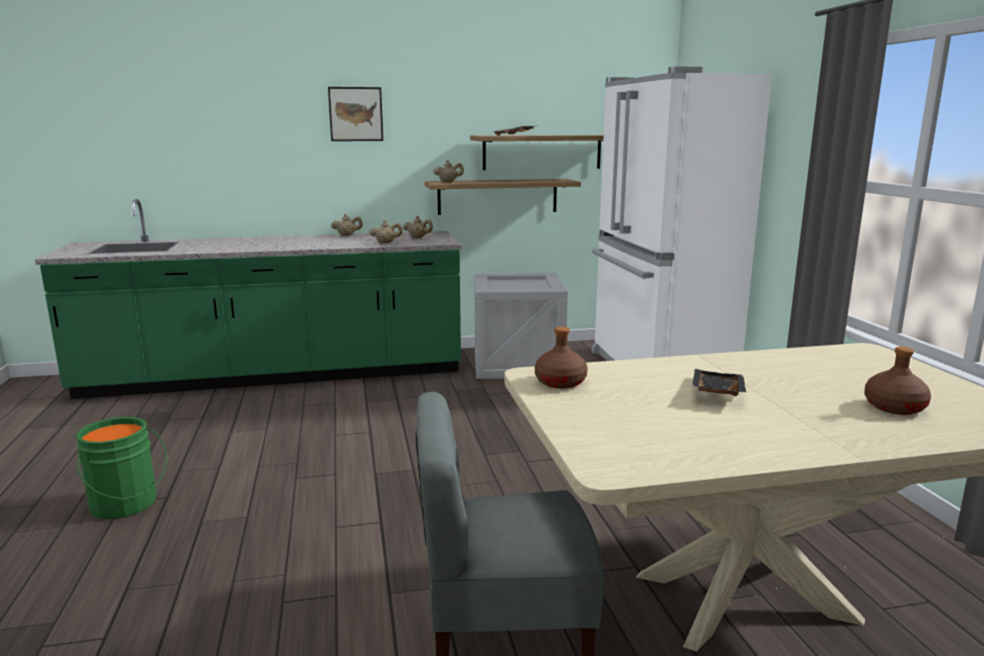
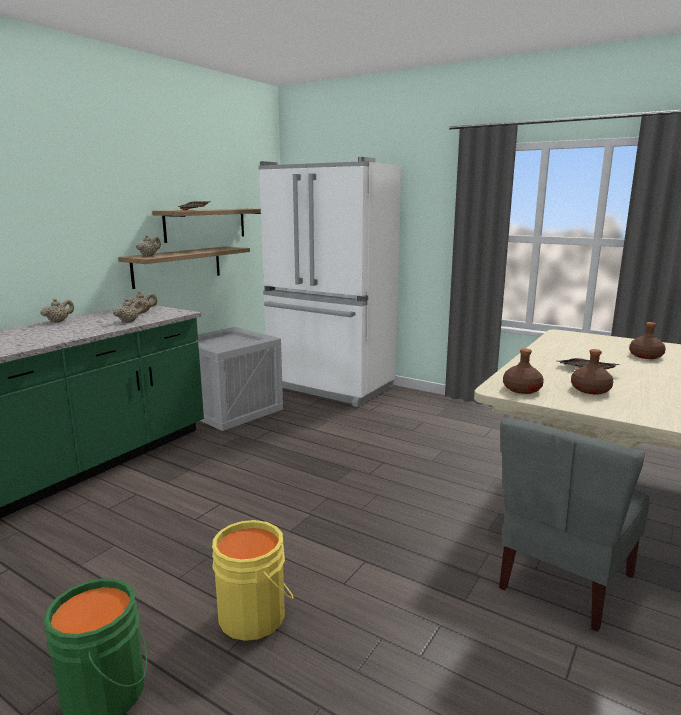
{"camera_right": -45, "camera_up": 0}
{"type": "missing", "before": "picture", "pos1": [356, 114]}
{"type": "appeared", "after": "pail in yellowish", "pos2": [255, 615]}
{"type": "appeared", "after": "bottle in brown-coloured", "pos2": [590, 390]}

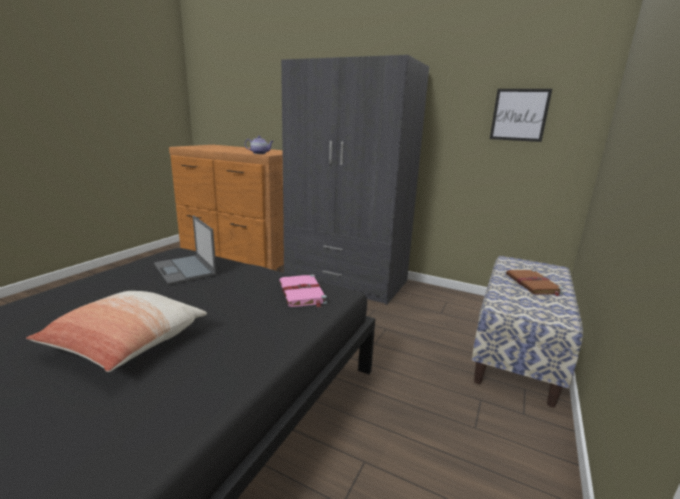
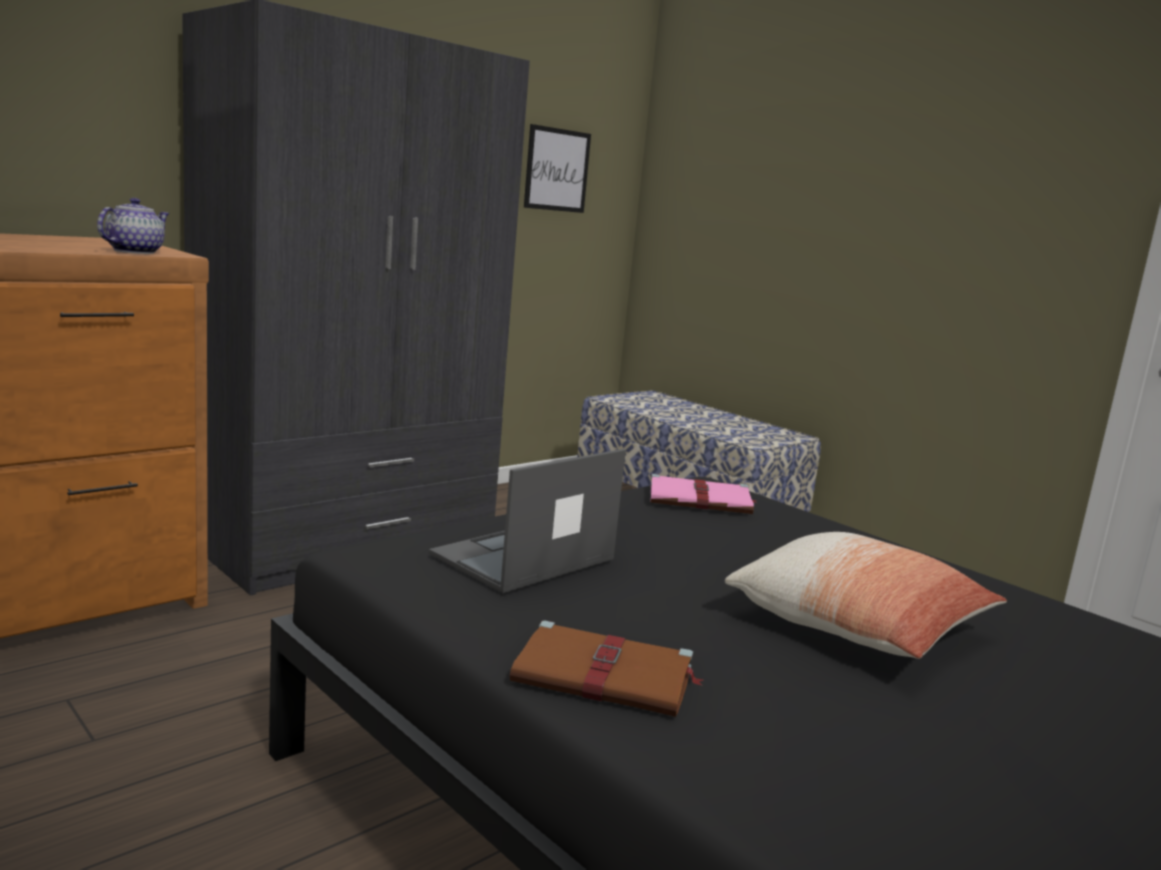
{"camera_right": -70, "camera_up": -5}
{"type": "relocated", "before": "bound book in brown-coloured", "pos1": [533, 284], "pos2": [607, 676]}
{"type": "spun", "before": "laptop", "pos1": [185, 269], "pos2": [522, 558], "turn": 150}

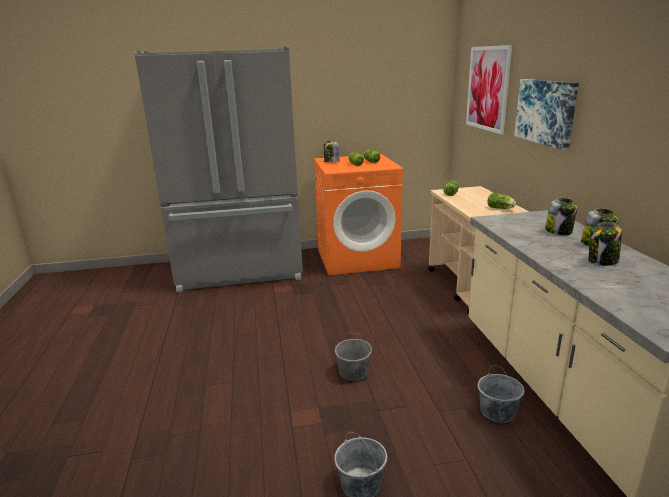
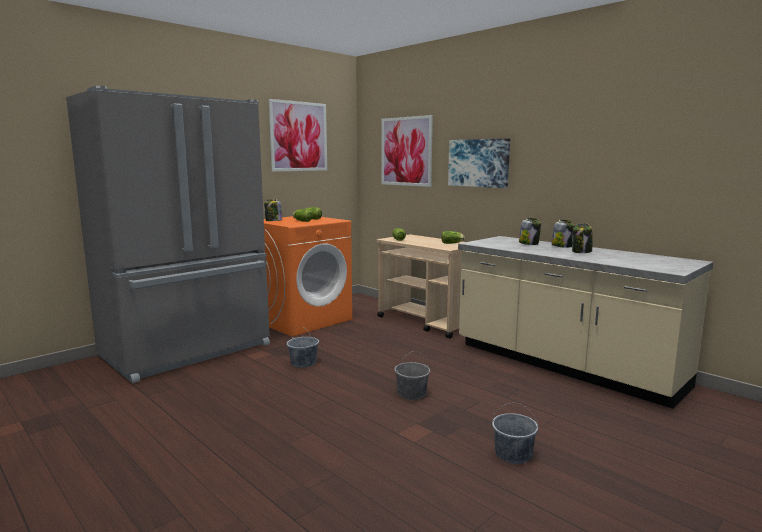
{"camera_right": -35, "camera_up": -10}
{"type": "appeared", "after": "picture", "pos2": [298, 136]}
{"type": "relocated", "before": "pail in greyish", "pos1": [498, 412], "pos2": [303, 363]}

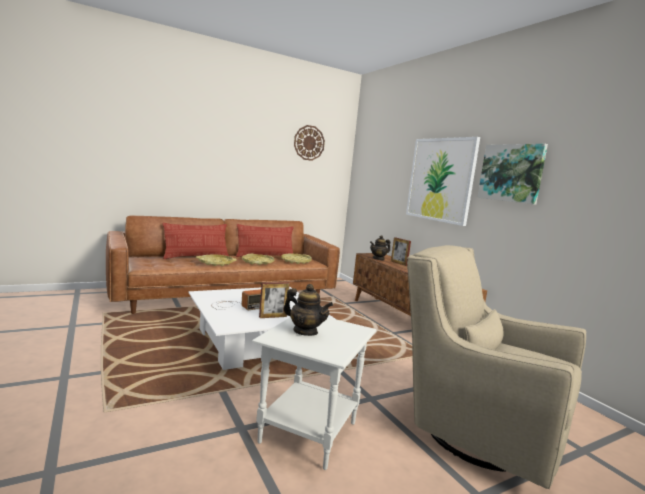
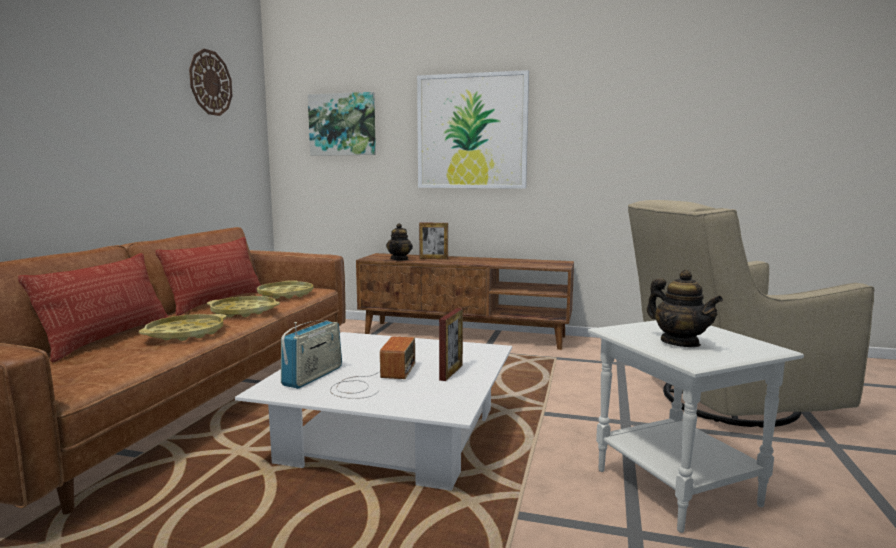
{"camera_right": -45, "camera_up": 0}
{"type": "appeared", "after": "radio", "pos2": [313, 376]}
{"type": "relocated", "before": "picture", "pos1": [511, 173], "pos2": [342, 124]}
{"type": "spun", "before": "pot for tea", "pos1": [305, 331], "pos2": [680, 343], "turn": 75}

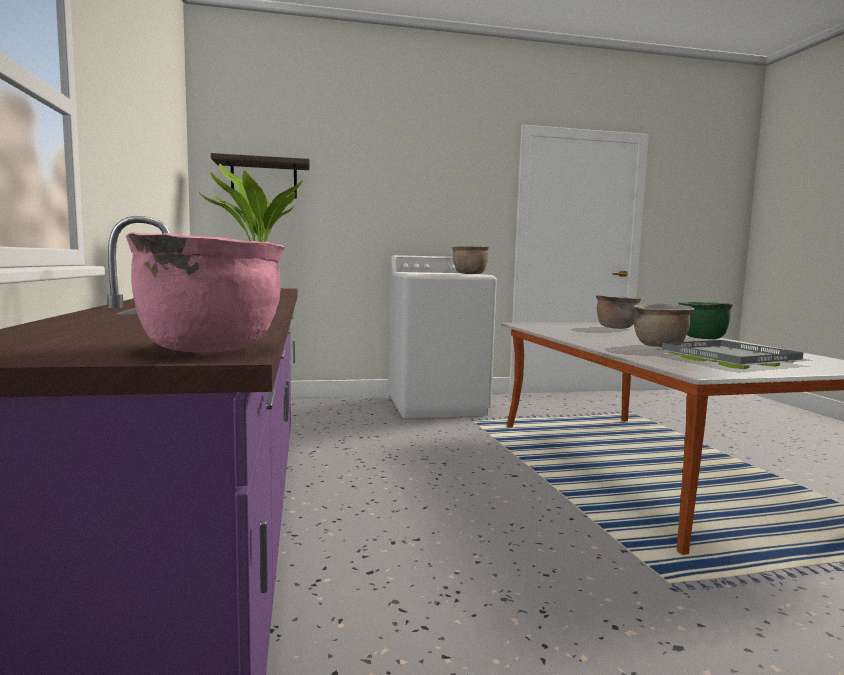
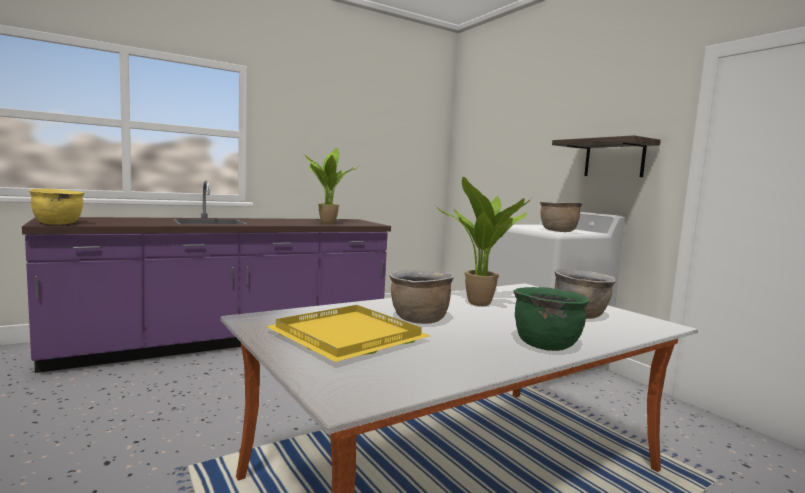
{"camera_right": 70, "camera_up": 0}
{"type": "appeared", "after": "houseplant", "pos2": [482, 305]}
{"type": "relocated", "before": "shelf", "pos1": [264, 180], "pos2": [614, 159]}
{"type": "colour", "before": "stockpot in pink-coloured", "after": "stockpot in yellowish", "pos1": [210, 348], "pos2": [59, 224]}
{"type": "colour", "before": "carrying tray in greyish", "after": "carrying tray in yellowish", "pos1": [728, 358], "pos2": [351, 336]}

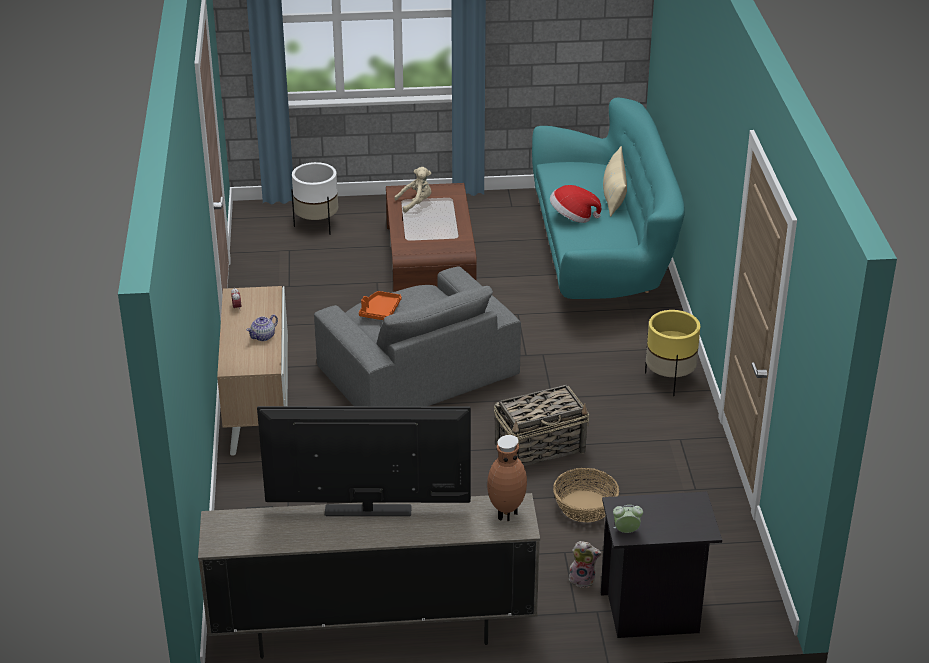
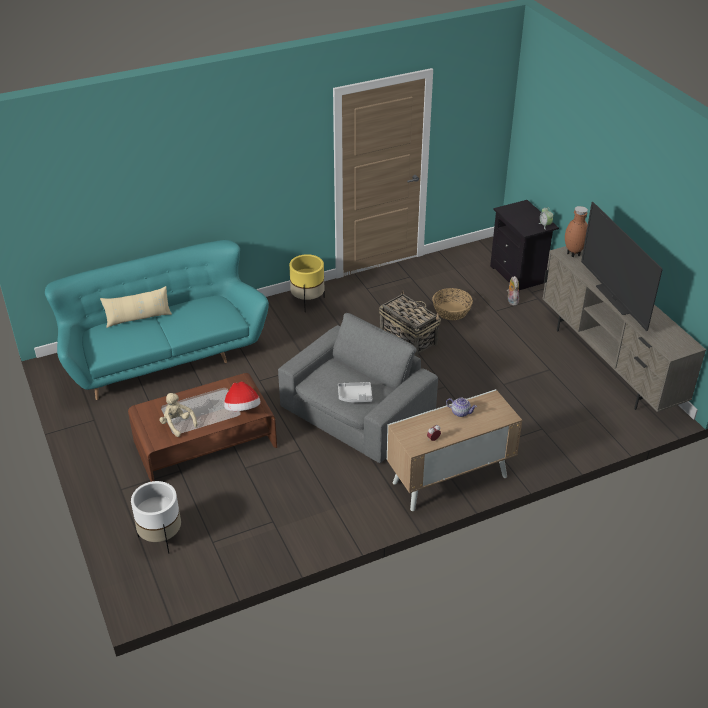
{"camera_right": -110, "camera_up": 5}
{"type": "relocated", "before": "hat", "pos1": [572, 217], "pos2": [242, 409]}
{"type": "colour", "before": "carrying tray in orange", "after": "carrying tray in greyish", "pos1": [380, 311], "pos2": [355, 396]}

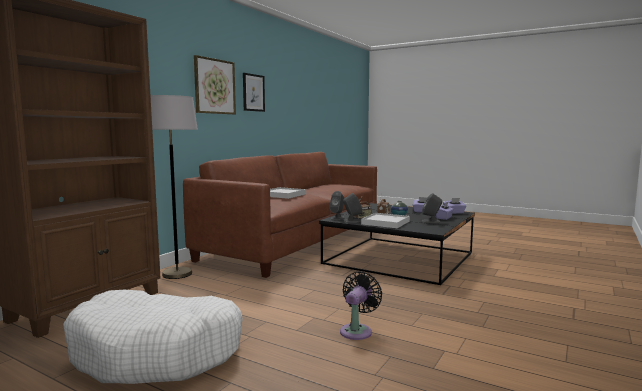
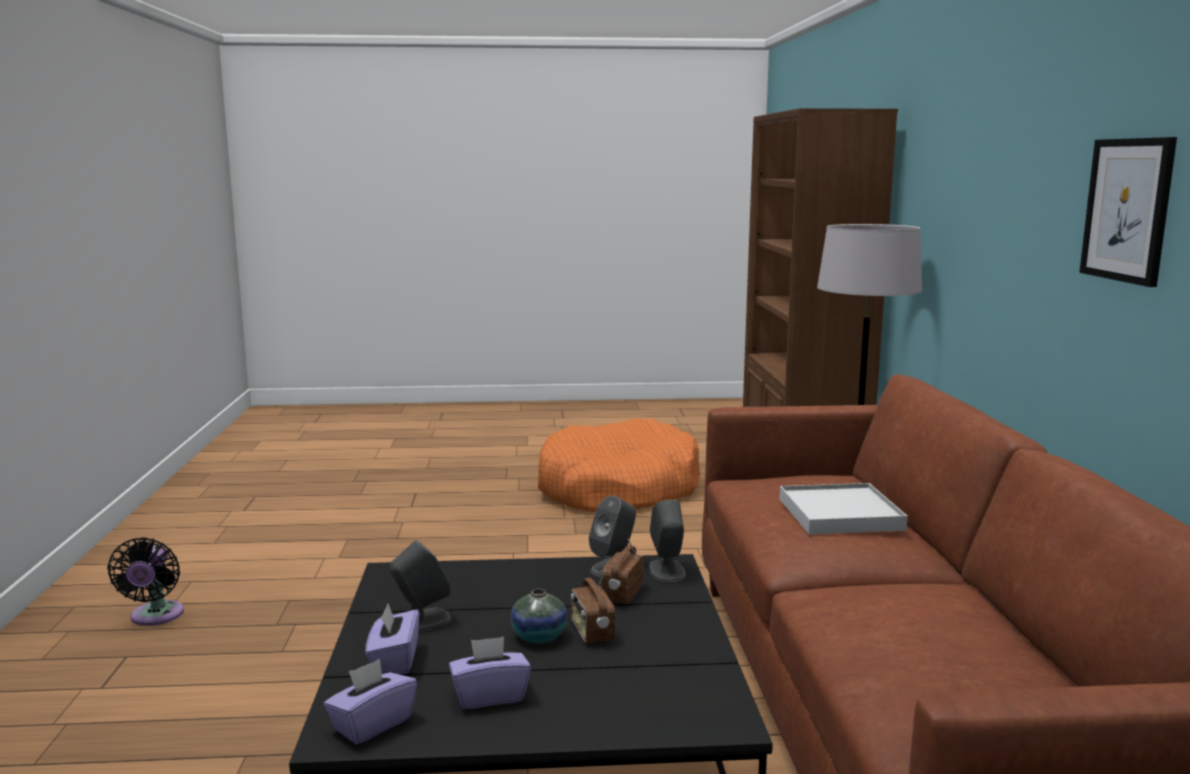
{"camera_right": 145, "camera_up": 5}
{"type": "missing", "before": "picture", "pos1": [214, 86]}
{"type": "missing", "before": "carrying tray in whitish", "pos1": [385, 222]}
{"type": "relocated", "before": "electric fan in blackish", "pos1": [357, 330], "pos2": [155, 617]}
{"type": "colour", "before": "dog bed in whitish", "after": "dog bed in orange", "pos1": [158, 352], "pos2": [617, 489]}

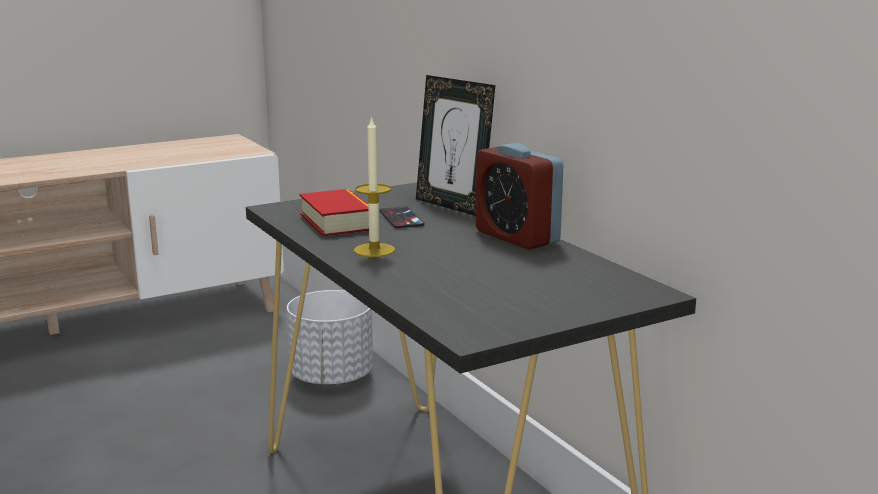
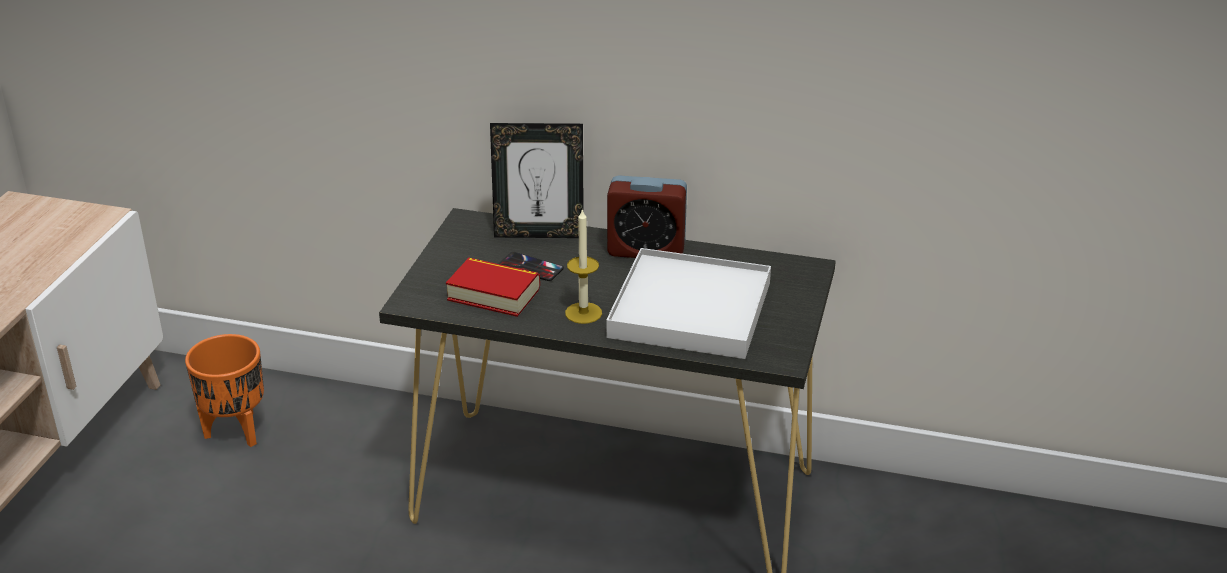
{"camera_right": -45, "camera_up": 15}
{"type": "missing", "before": "plant pot in whitish", "pos1": [332, 378]}
{"type": "appeared", "after": "plant pot in orange", "pos2": [236, 432]}
{"type": "appeared", "after": "carrying tray in whitish", "pos2": [690, 309]}

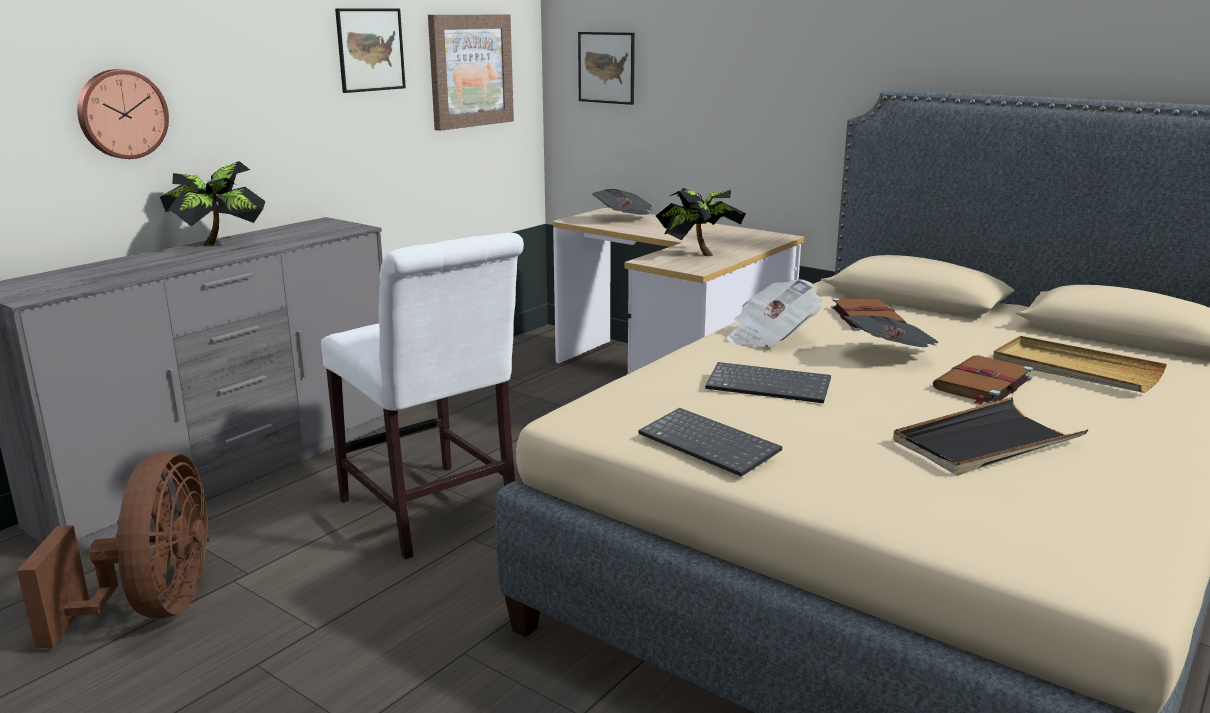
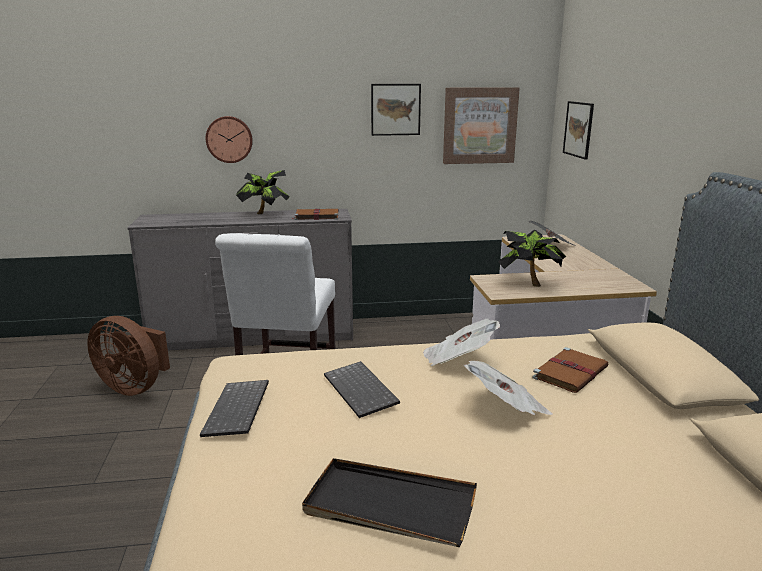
{"camera_right": 45, "camera_up": 0}
{"type": "missing", "before": "carrying tray in beige", "pos1": [1074, 369]}
{"type": "relocated", "before": "bound book in brown-coloured", "pos1": [982, 384], "pos2": [316, 216]}
{"type": "spun", "before": "electric fan in brown-coloured", "pos1": [154, 608], "pos2": [135, 387], "turn": 75}

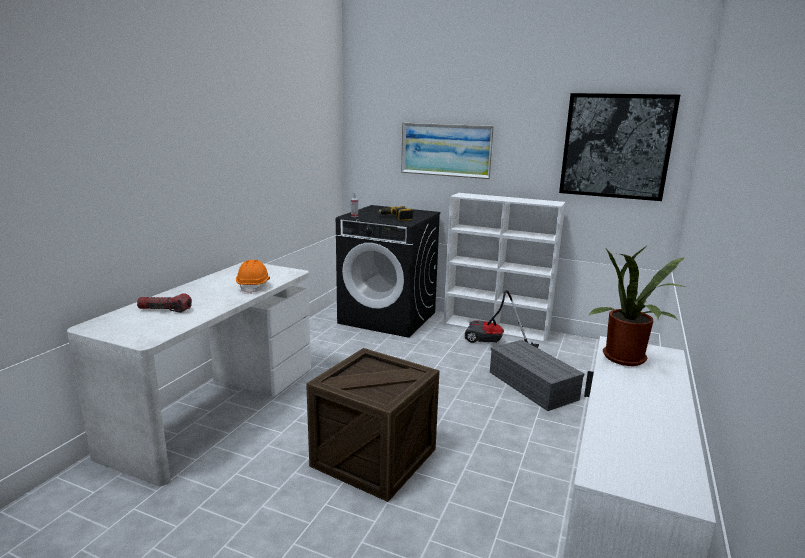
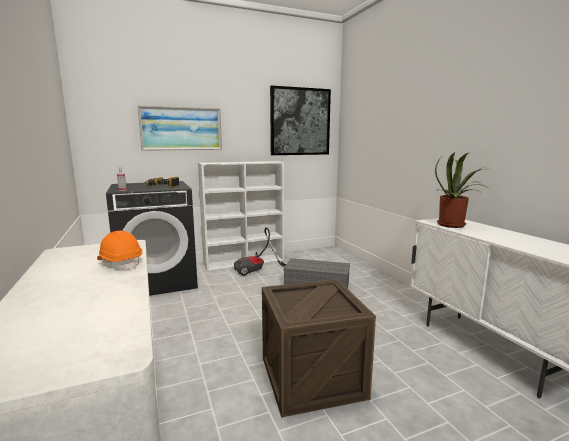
{"camera_right": -45, "camera_up": -5}
{"type": "missing", "before": "hand torch", "pos1": [165, 310]}

